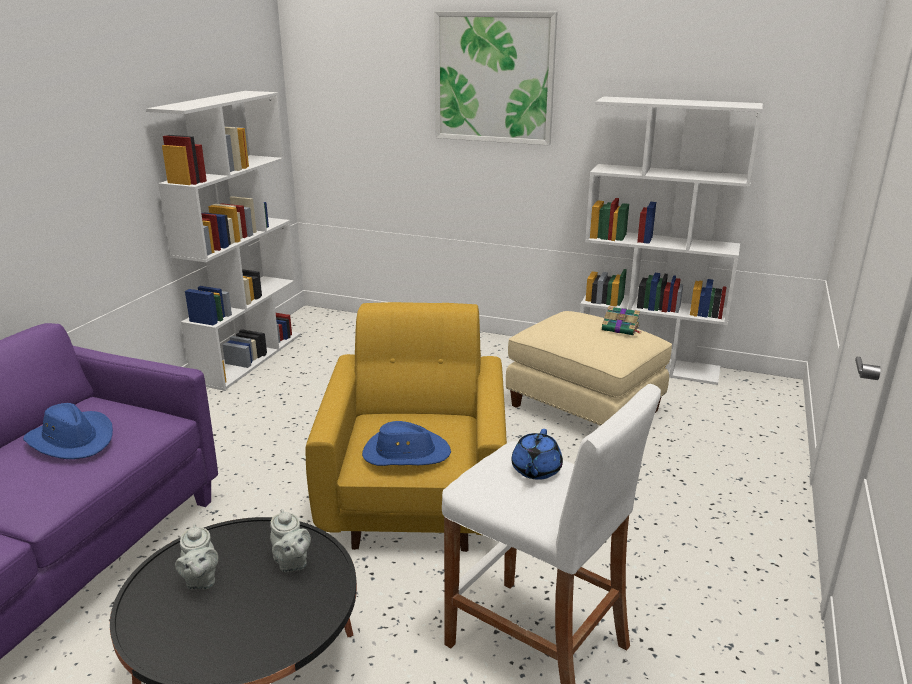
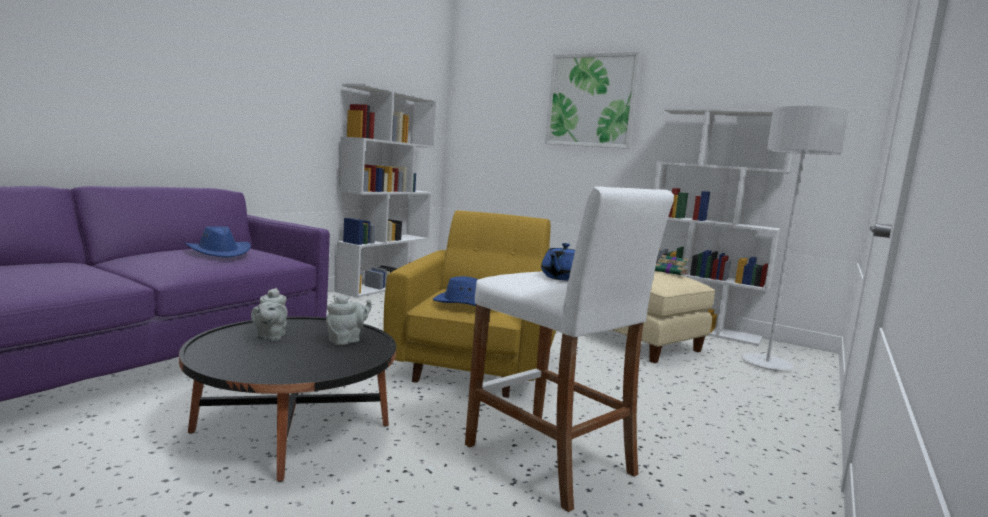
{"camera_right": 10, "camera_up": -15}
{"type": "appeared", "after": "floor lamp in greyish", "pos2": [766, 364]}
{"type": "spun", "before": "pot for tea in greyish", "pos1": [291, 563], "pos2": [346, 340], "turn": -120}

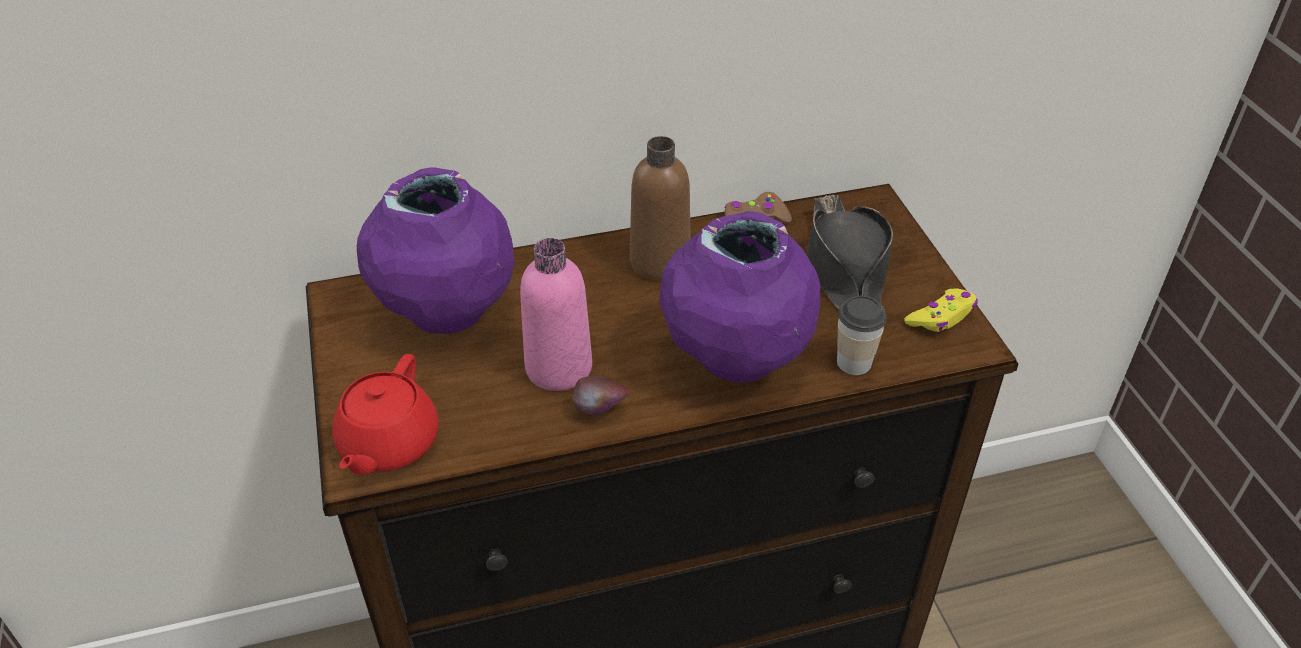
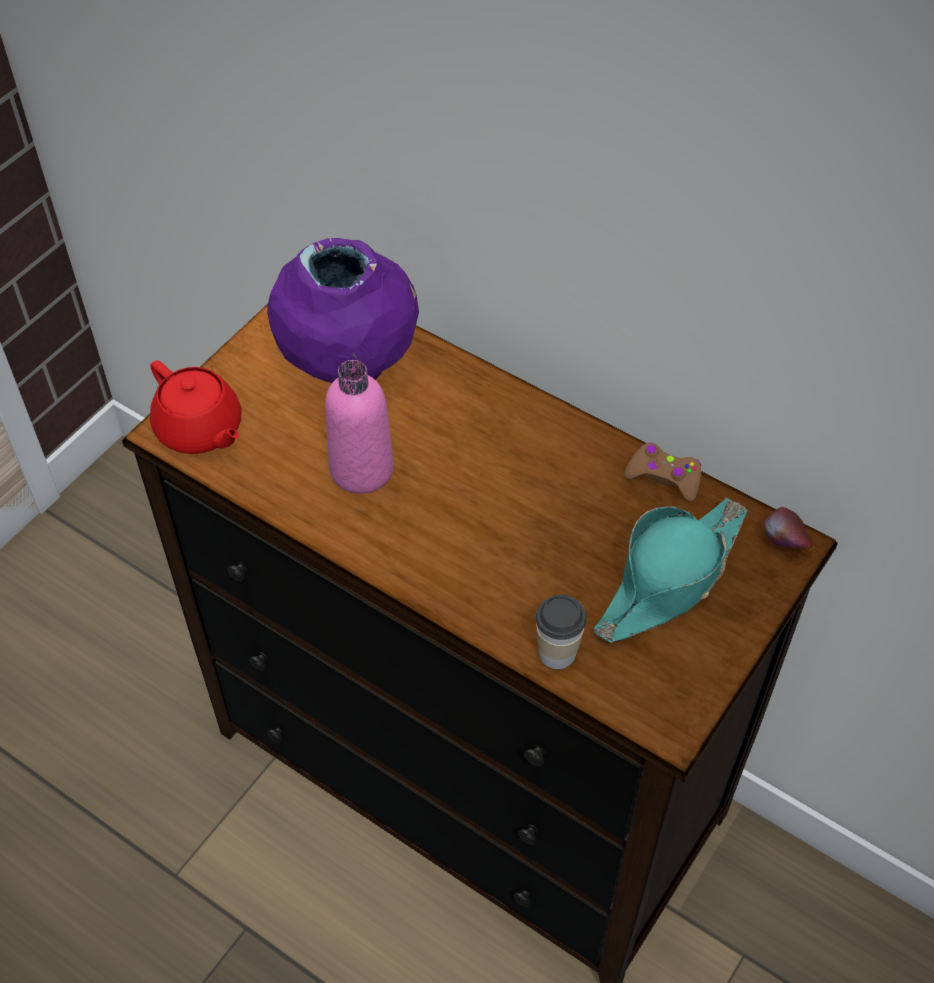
{"camera_right": 50, "camera_up": 10}
{"type": "missing", "before": "bottle in brown-coloured", "pos1": [660, 261]}
{"type": "missing", "before": "flower vase in purplish", "pos1": [736, 362]}
{"type": "missing", "before": "game controller in yellowish", "pos1": [941, 317]}
{"type": "relocated", "before": "apple", "pos1": [600, 411], "pos2": [784, 544]}
{"type": "colour", "before": "hat in blackish", "after": "hat in blue-green", "pos1": [845, 270], "pos2": [670, 579]}
{"type": "spun", "before": "pot for tea in reddish", "pos1": [388, 444], "pos2": [200, 430], "turn": -105}

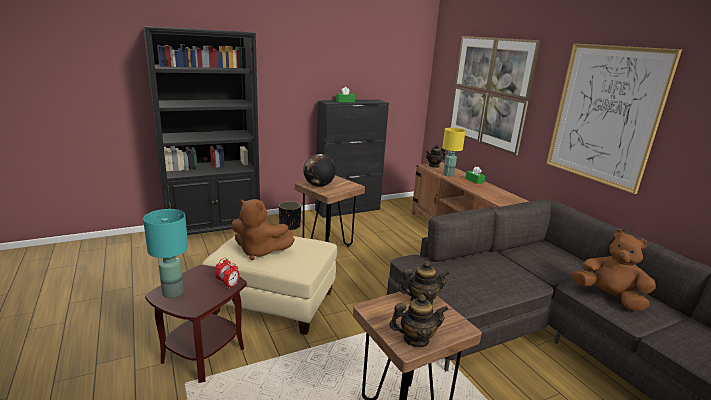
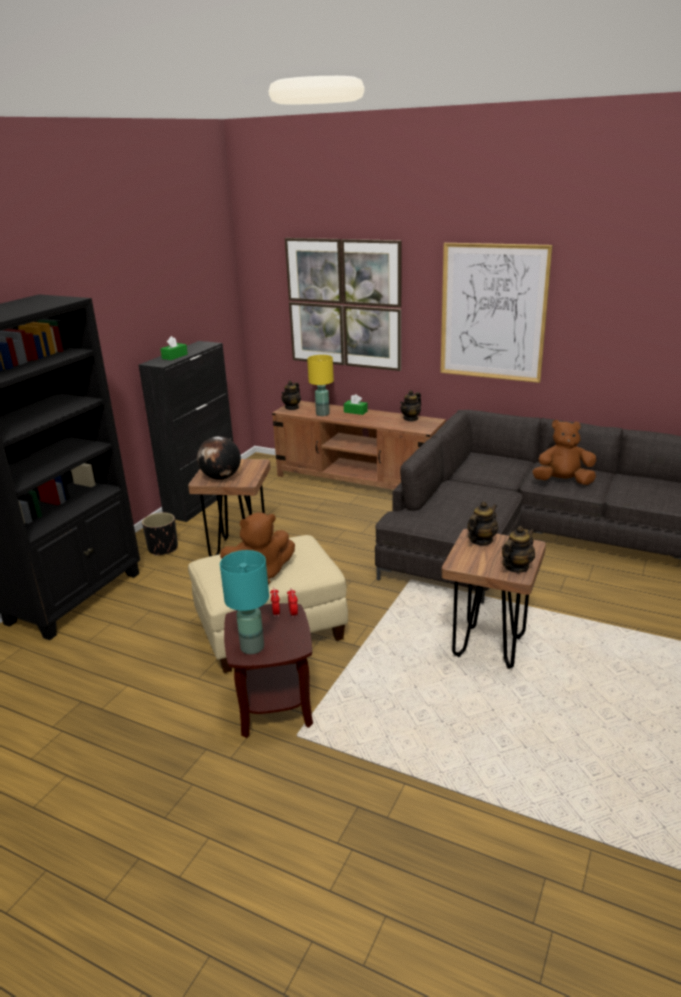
{"camera_right": -35, "camera_up": 5}
{"type": "appeared", "after": "pot for tea", "pos2": [411, 418]}

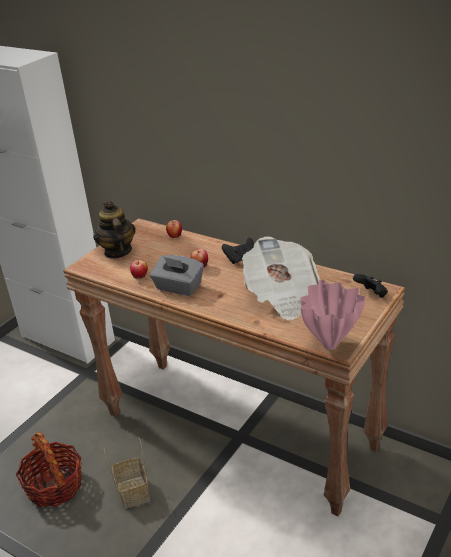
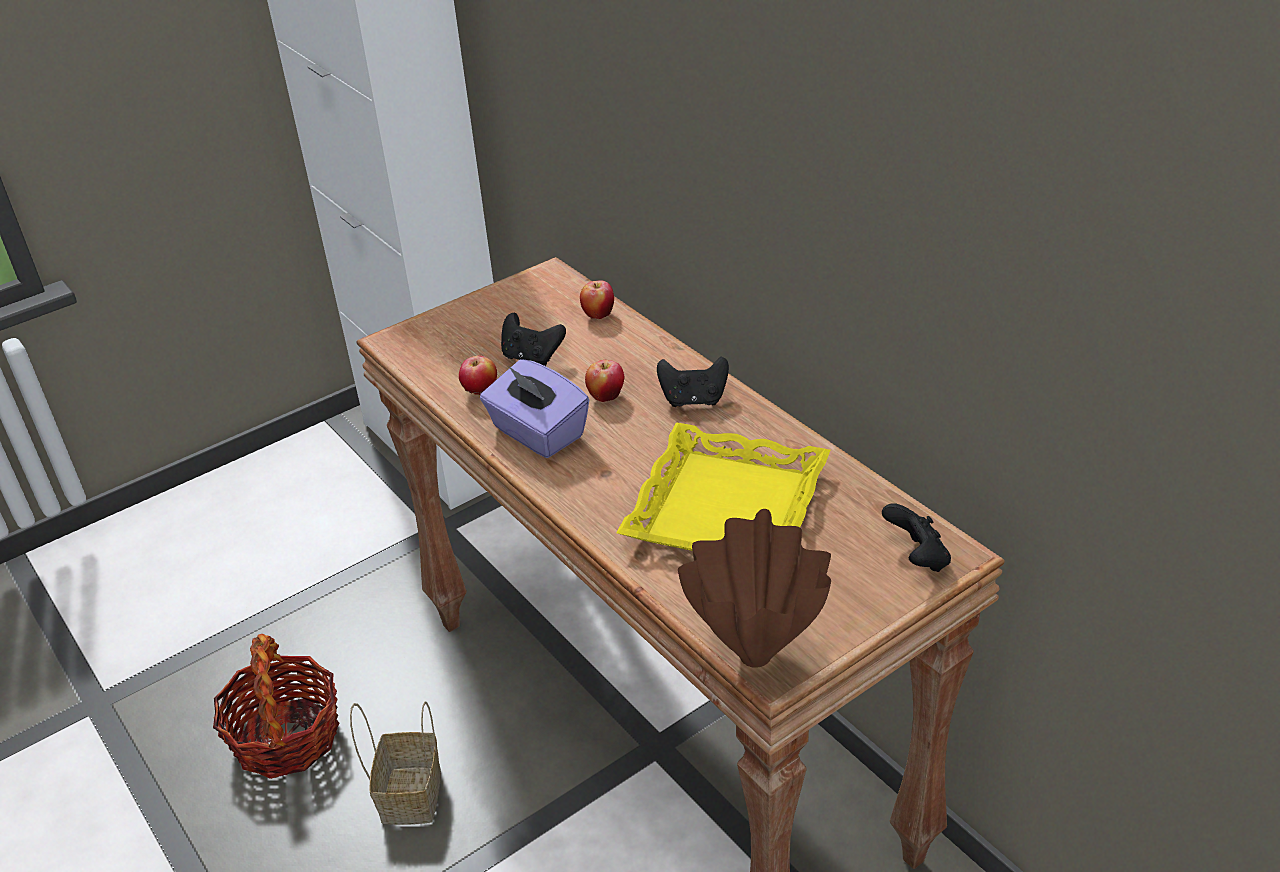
{"camera_right": 20, "camera_up": 5}
{"type": "missing", "before": "pot for tea", "pos1": [117, 251]}
{"type": "appeared", "after": "game controller in blackish", "pos2": [532, 357]}
{"type": "exchanged", "before": "newspaper", "after": "carrying tray in yellowish", "pos1": [283, 296], "pos2": [728, 509]}
{"type": "colour", "before": "tissue holder in greyish", "after": "tissue holder in purplish", "pos1": [178, 287], "pos2": [537, 433]}
{"type": "colour", "before": "flower vase in pink-coloured", "after": "flower vase in brown-coloured", "pos1": [330, 346], "pos2": [754, 658]}

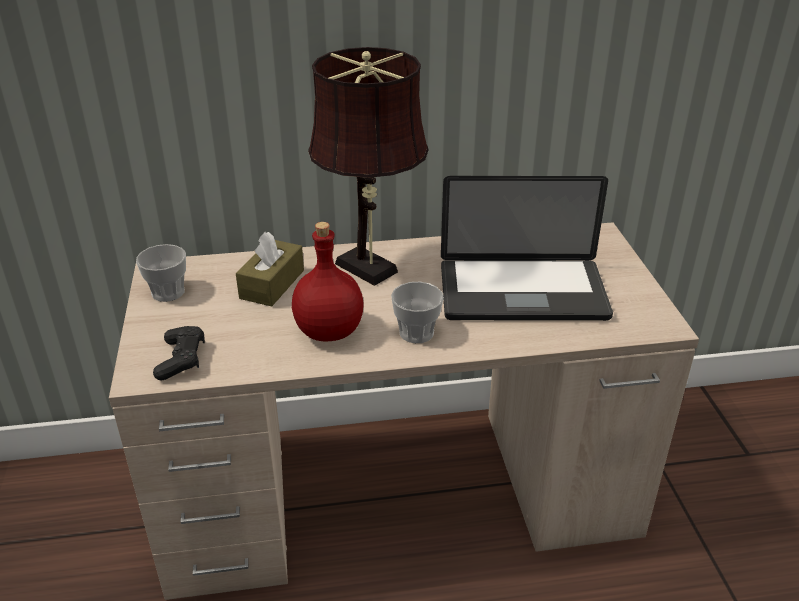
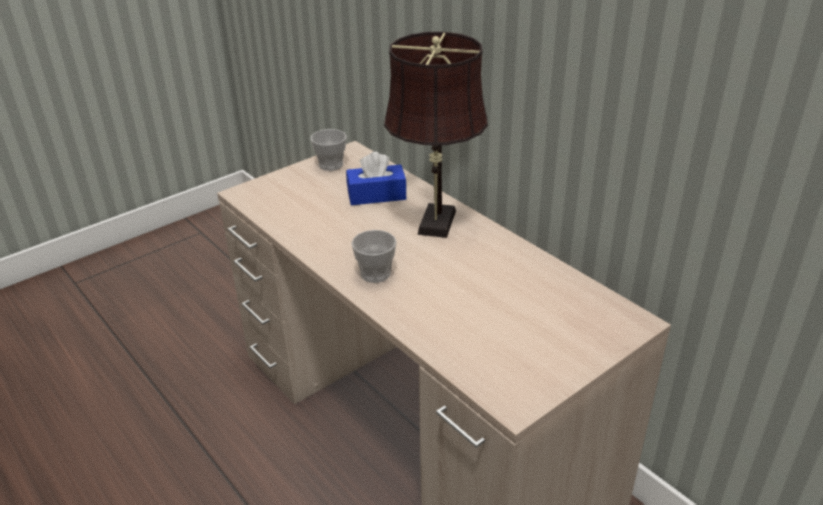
{"camera_right": 60, "camera_up": 0}
{"type": "missing", "before": "game controller in blackish", "pos1": [181, 359]}
{"type": "missing", "before": "bottle in reddish", "pos1": [328, 331]}
{"type": "missing", "before": "laptop", "pos1": [522, 292]}
{"type": "colour", "before": "tissue holder in brown-coloured", "after": "tissue holder in blue-coloured", "pos1": [272, 284], "pos2": [376, 195]}

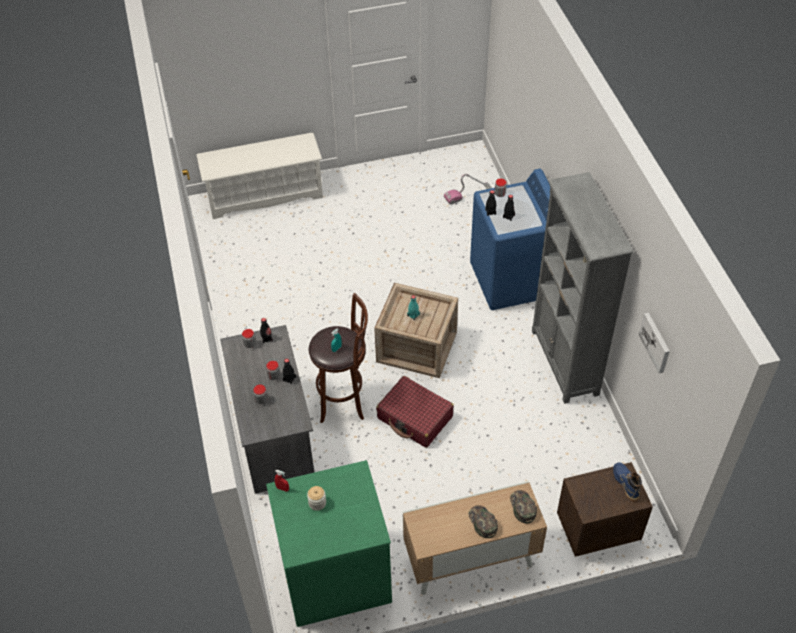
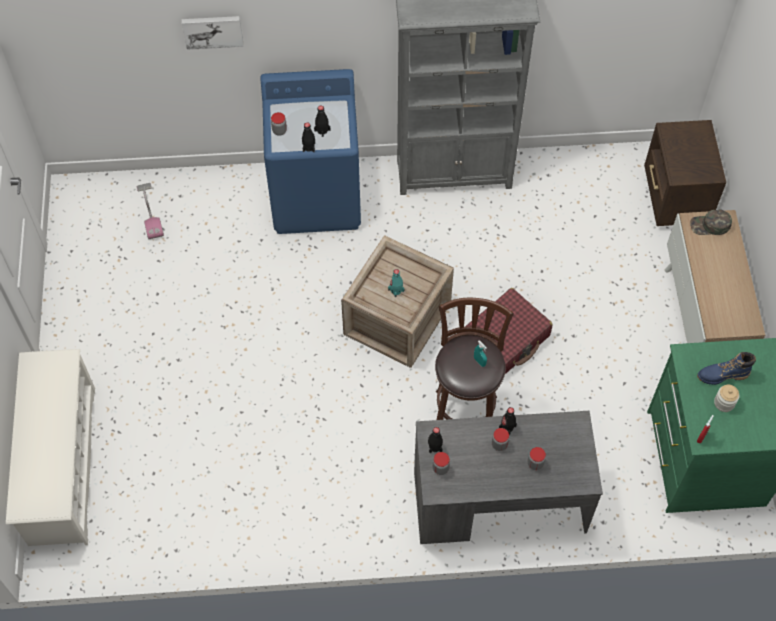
{"camera_right": -80, "camera_up": 10}
{"type": "missing", "before": "peaked cap in greenish", "pos1": [482, 522]}
{"type": "relocated", "before": "tall boot in blue-coloured", "pos1": [625, 483], "pos2": [722, 375]}
{"type": "relocated", "before": "picture", "pos1": [656, 342], "pos2": [212, 30]}

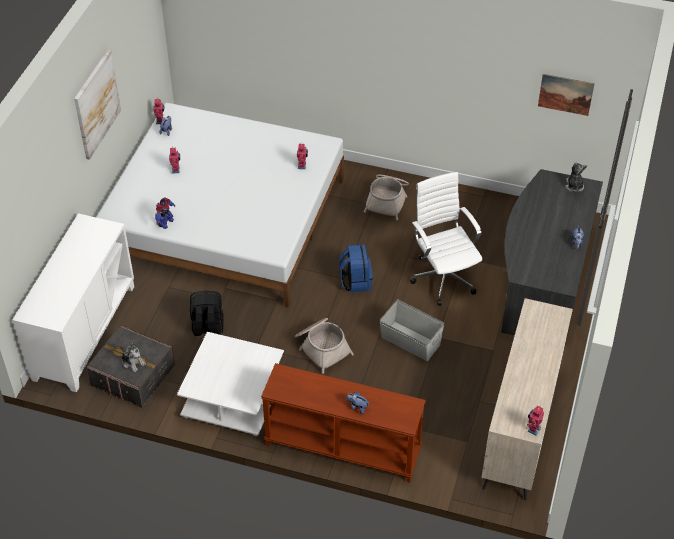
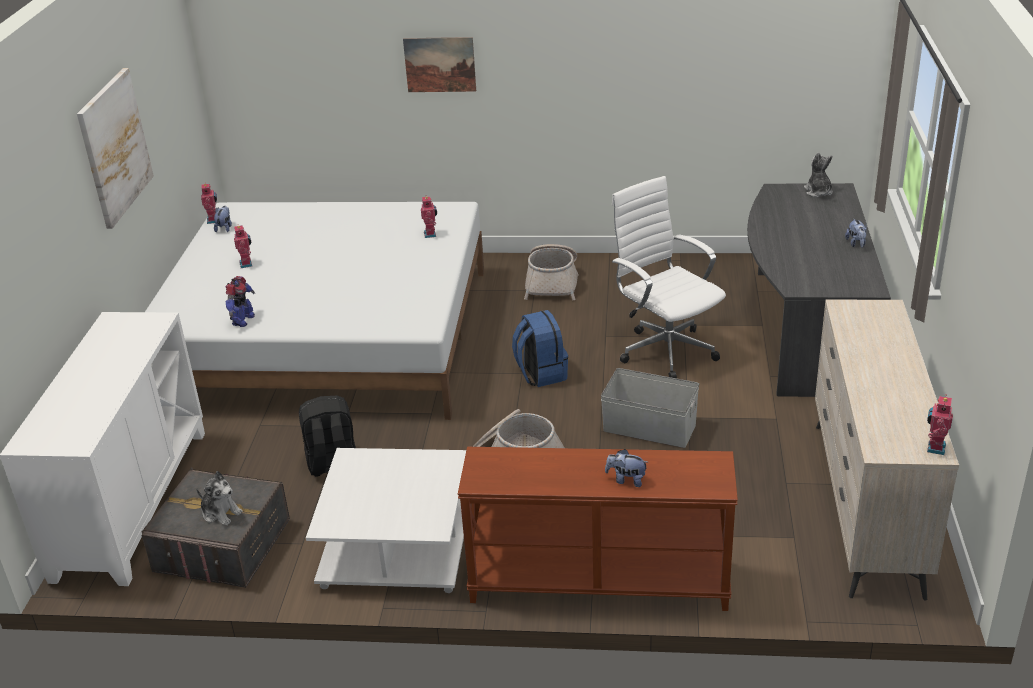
{"camera_right": -10, "camera_up": -15}
{"type": "relocated", "before": "picture", "pos1": [565, 94], "pos2": [440, 64]}

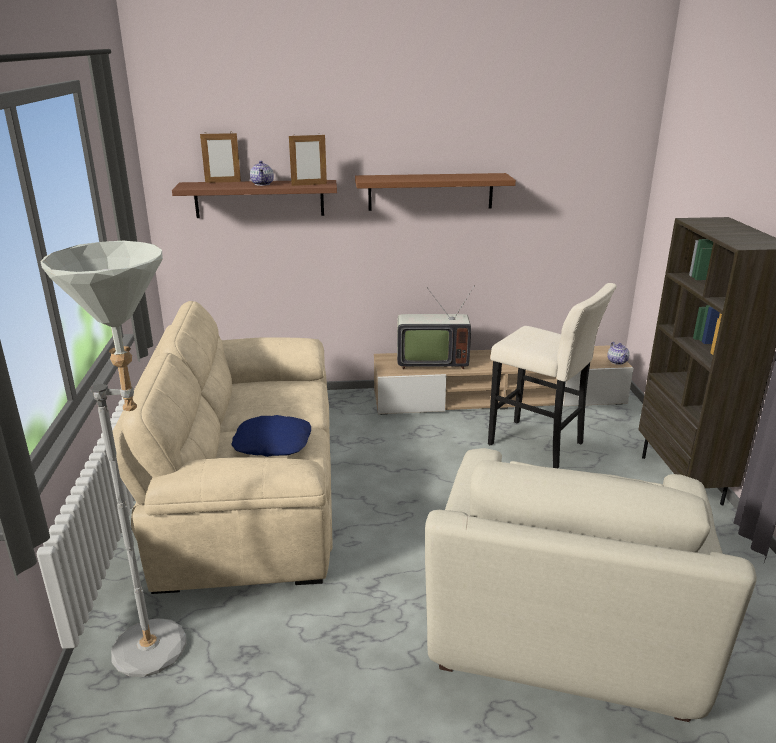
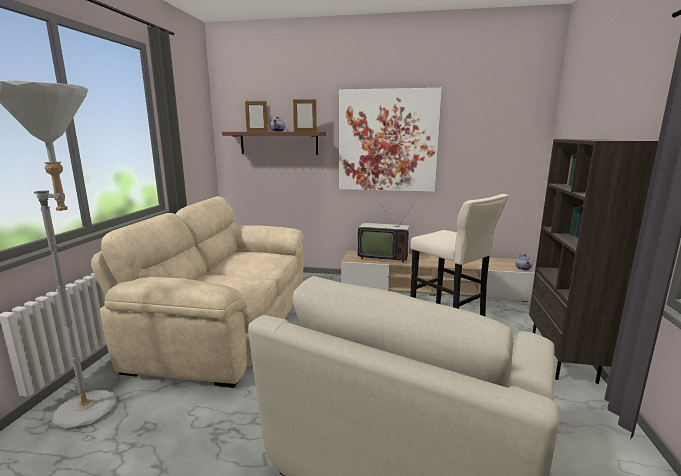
{"camera_right": 15, "camera_up": -10}
{"type": "missing", "before": "pillow in blue-coloured", "pos1": [273, 443]}
{"type": "exchanged", "before": "shelf in brown-coloured", "after": "picture", "pos1": [430, 191], "pos2": [387, 141]}

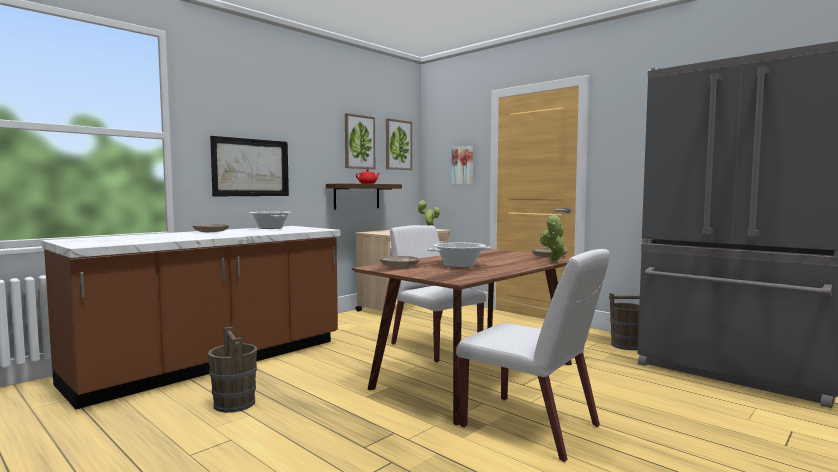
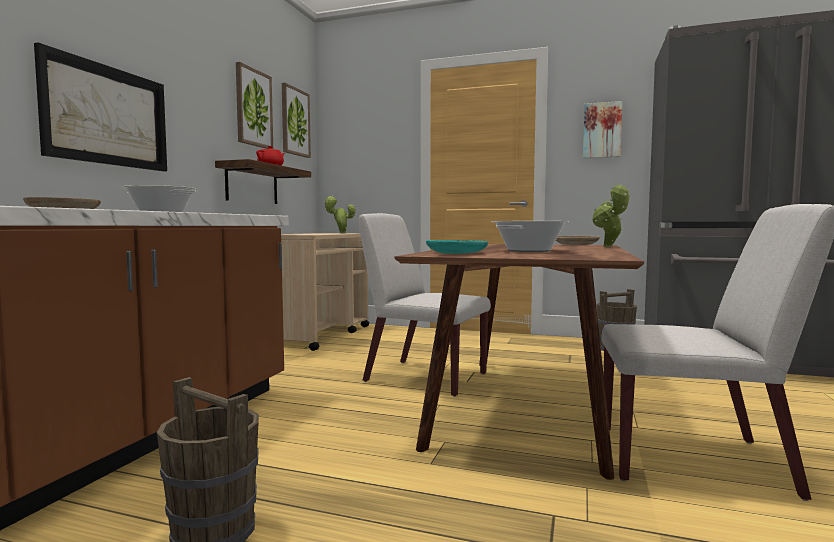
{"camera_right": -25, "camera_up": 0}
{"type": "relocated", "before": "picture", "pos1": [463, 165], "pos2": [602, 130]}
{"type": "colour", "before": "flat dish in beige", "after": "flat dish in blue-green", "pos1": [399, 266], "pos2": [456, 253]}

